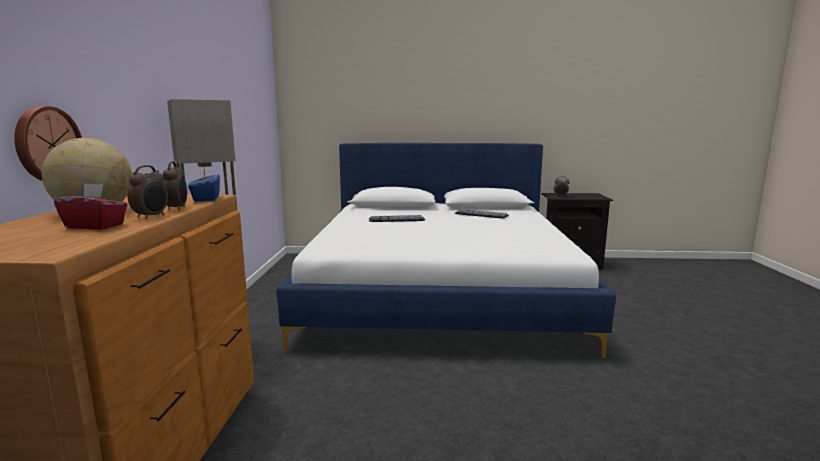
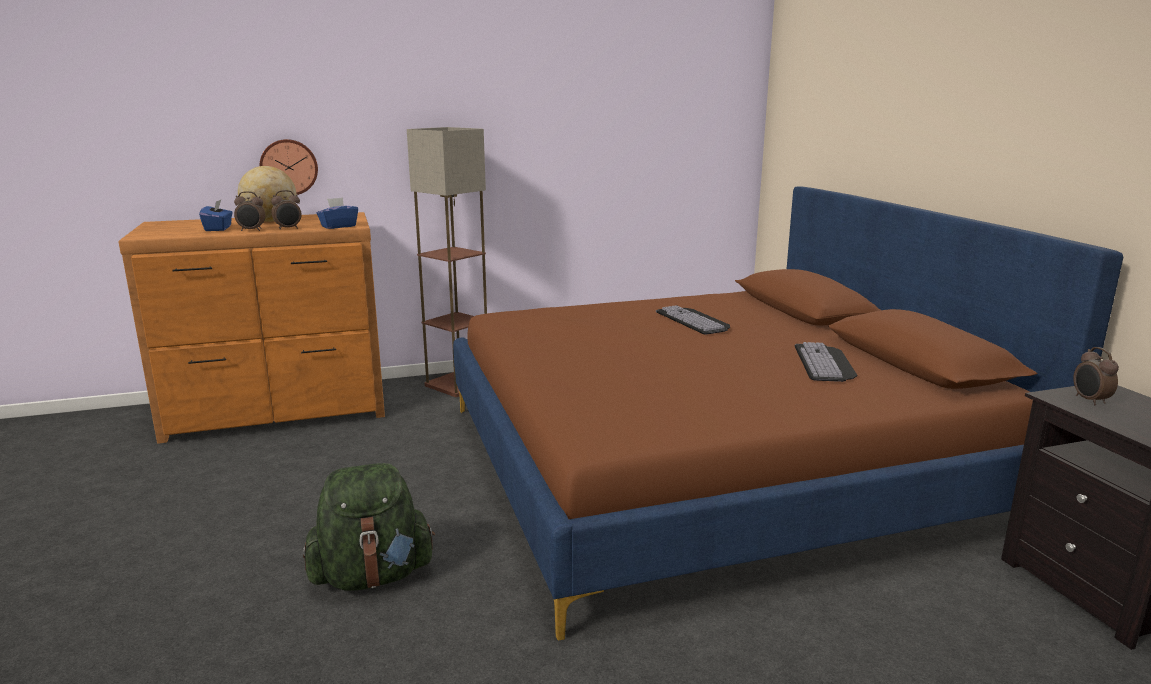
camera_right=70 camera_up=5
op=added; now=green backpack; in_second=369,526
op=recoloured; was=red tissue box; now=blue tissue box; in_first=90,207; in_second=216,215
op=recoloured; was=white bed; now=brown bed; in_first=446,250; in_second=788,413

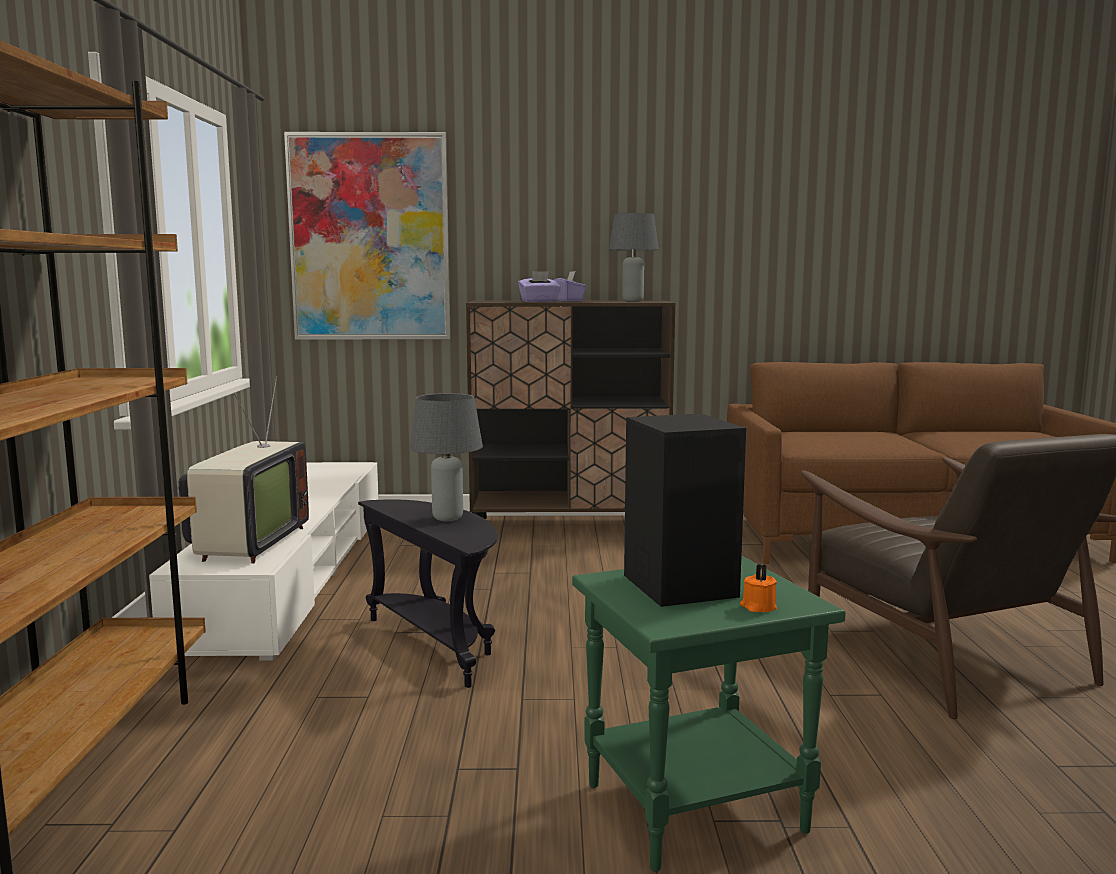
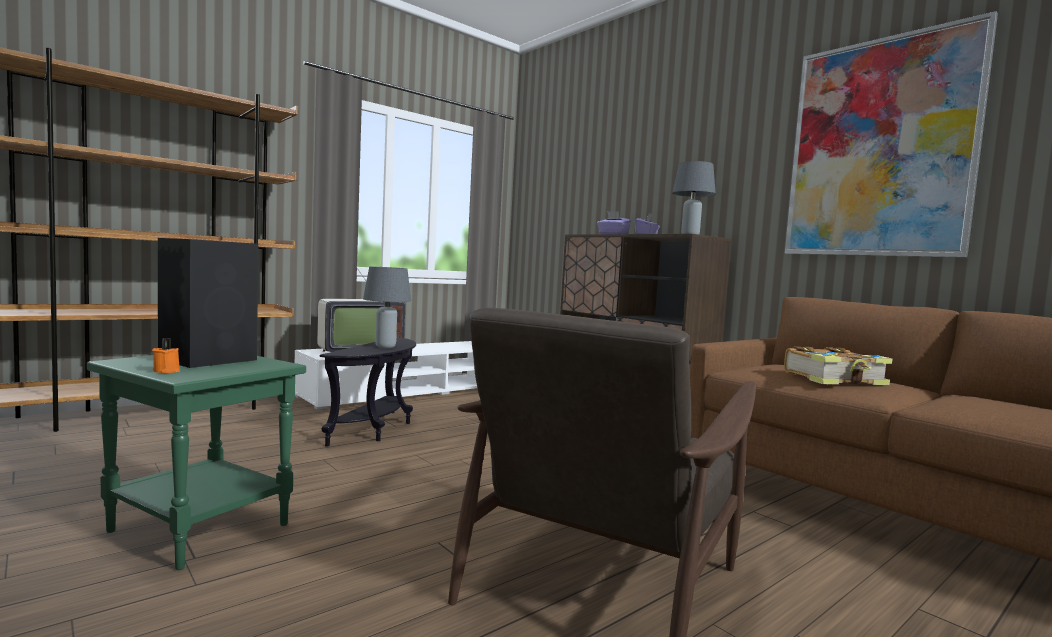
camera_right=50 camera_up=-5
op=added; now=book; in_second=838,365
op=moved; was=picture; in_first=367,236; in_second=891,134

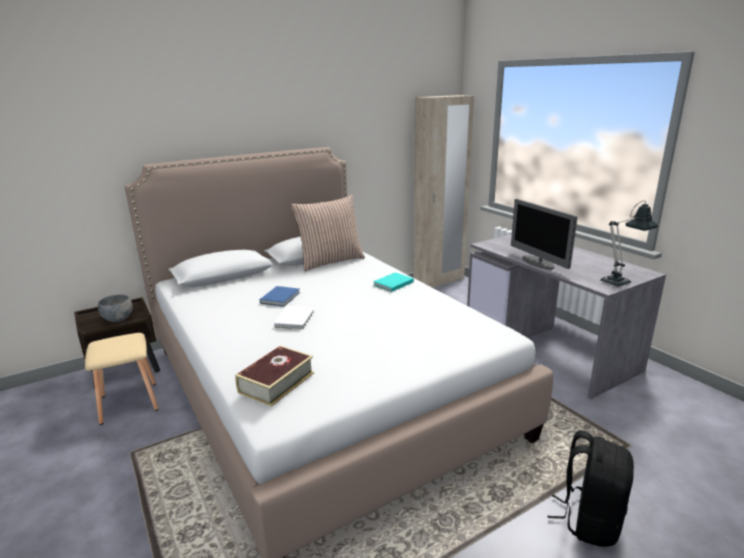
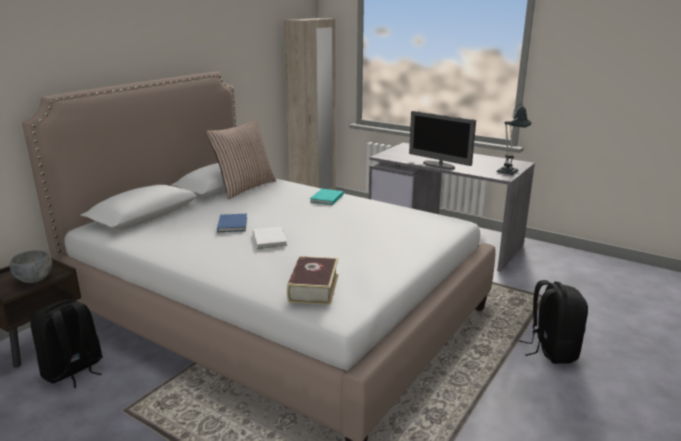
camera_right=-25 camera_up=0
op=replaced; was=beige stool; now=black backpack; in_first=122,379; in_second=66,343

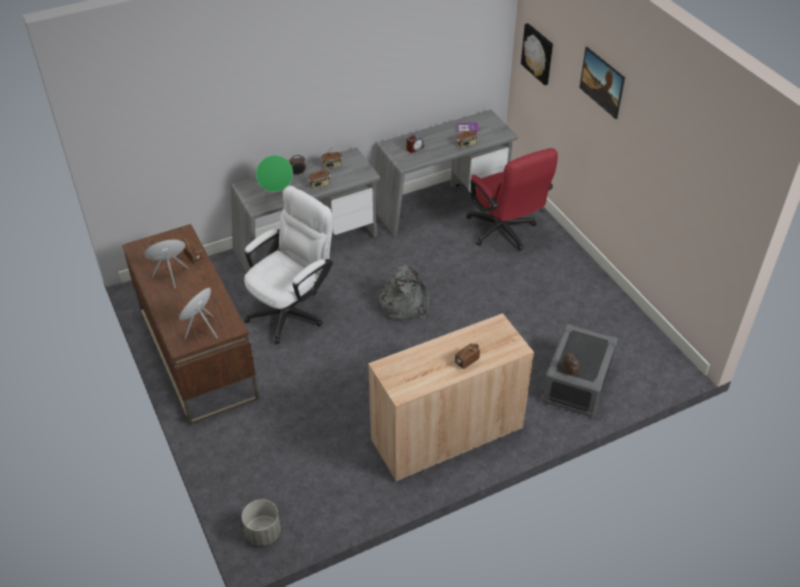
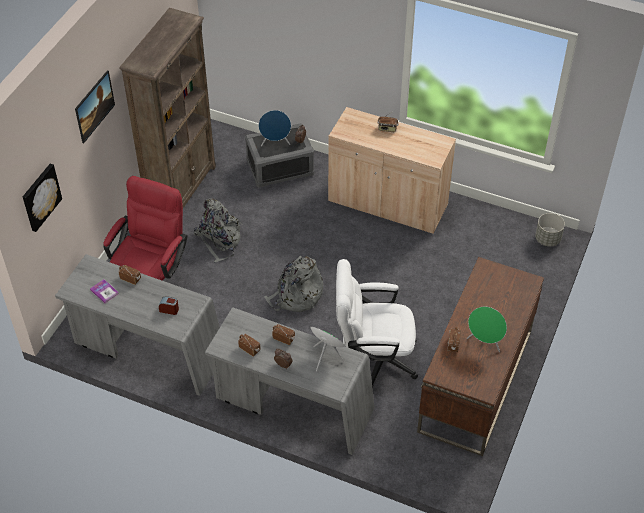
camera_right=-130 camera_up=5
op=added; now=brown bookcase; in_second=168,108
op=added; now=grey backpack; in_second=218,230
op=moved; was=blue speaker; in_first=198,313; in_second=275,128

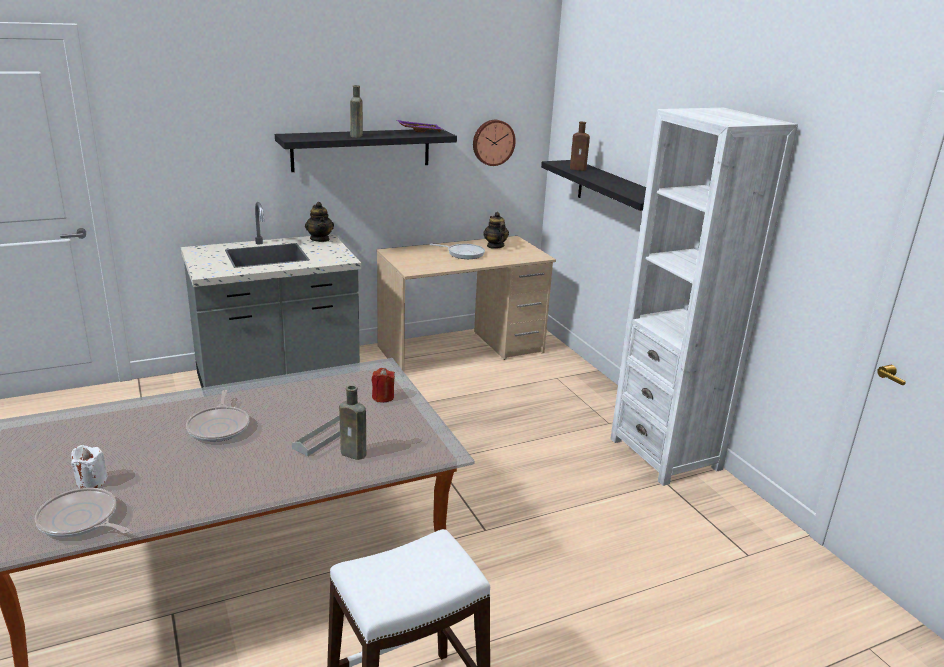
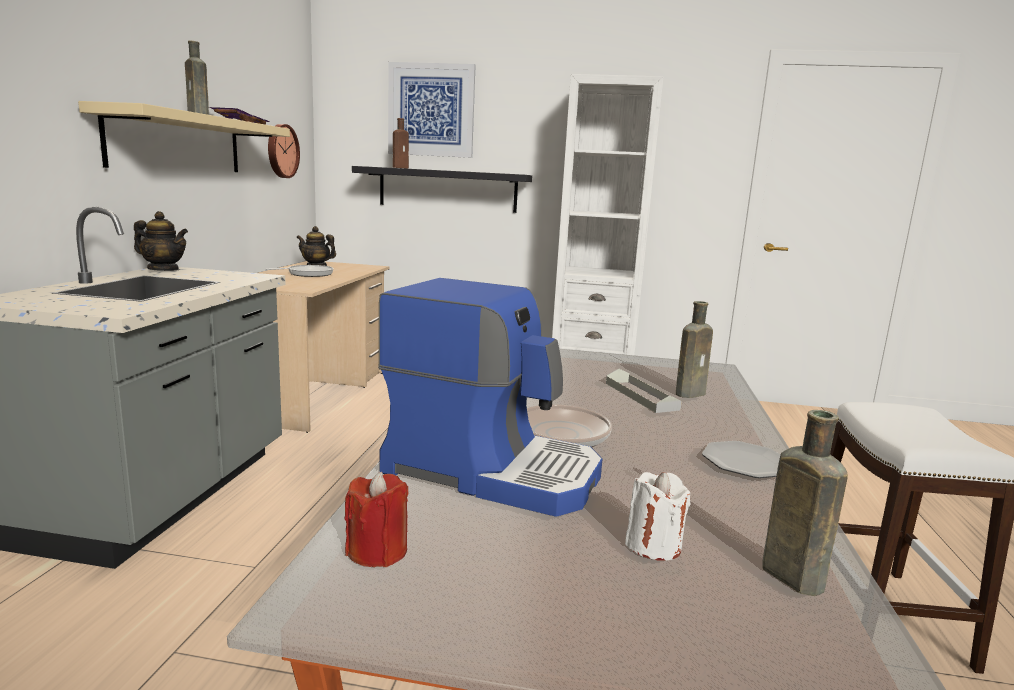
camera_right=-55 camera_up=-10
op=added; now=coffee machine; in_second=490,397
op=added; now=picture; in_second=432,110
op=added; now=plate; in_second=741,459
op=moved; was=red candle; in_first=383,385; in_second=376,519
op=replaced; was=frying pan; now=brown bottle; in_first=82,513; in_second=805,503
op=recoloured; was=black shelf; now=beige shelf; in_first=366,150; in_second=184,136

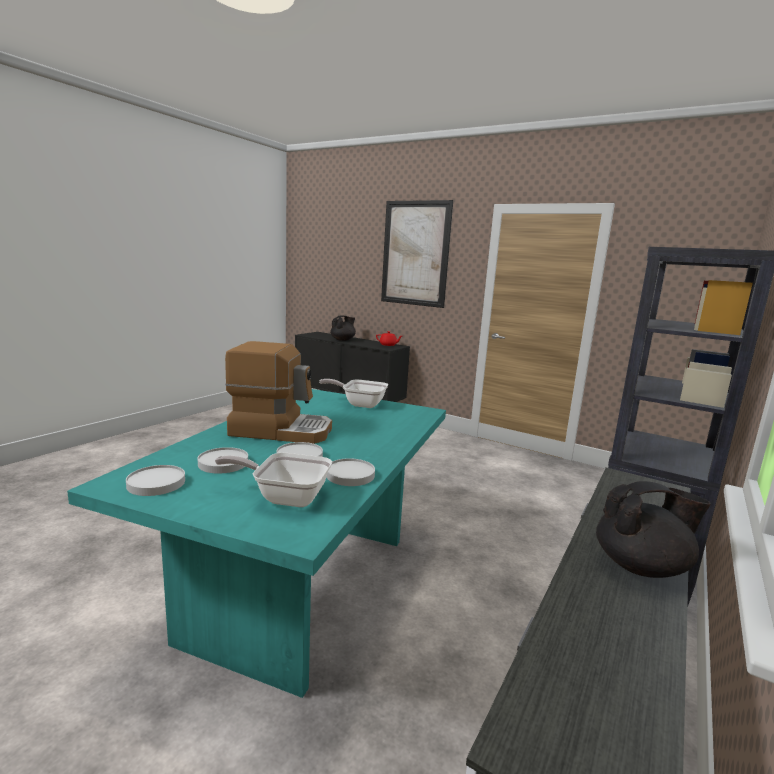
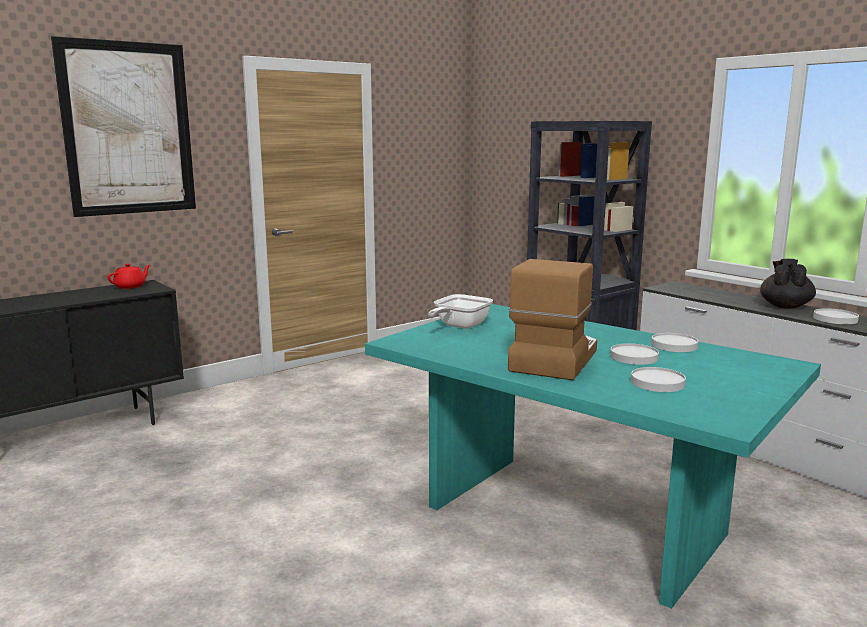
camera_right=-70 camera_up=0
op=removed; was=frying pan; in_first=273,479
op=removed; was=black teapot; in_first=343,328
op=moved; was=white plate; in_first=155,480; in_second=836,316

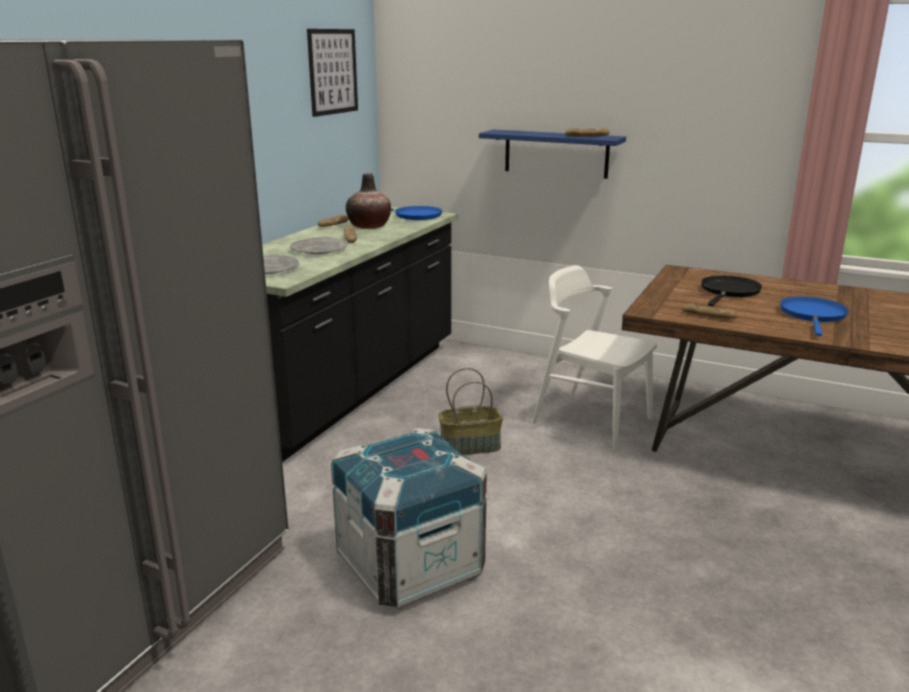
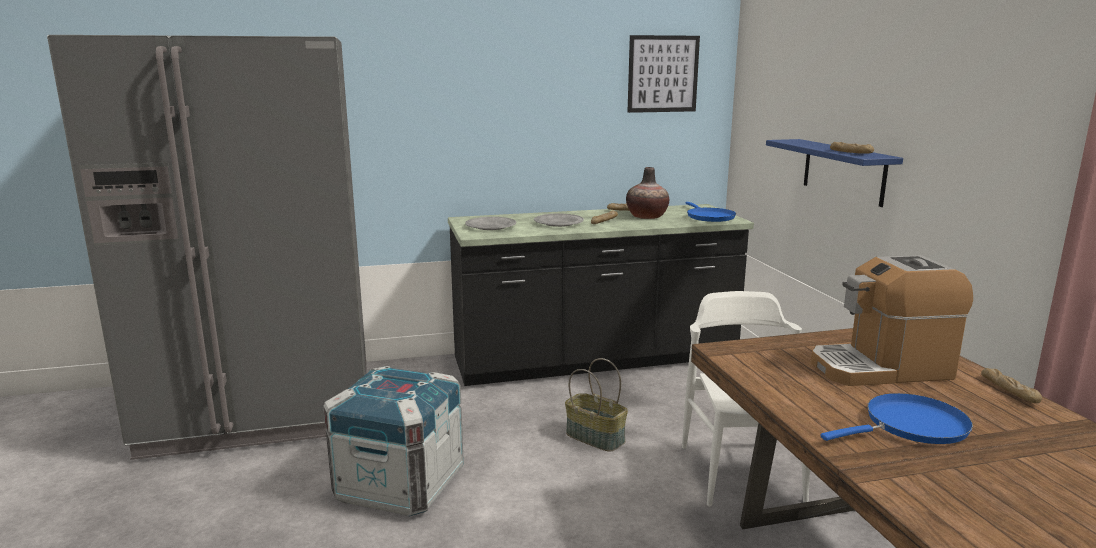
camera_right=50 camera_up=-5
op=moved; was=bread; in_first=710,311; in_second=1011,385
op=replaced; was=black frying pan; now=coffee machine; in_first=731,290; in_second=892,320

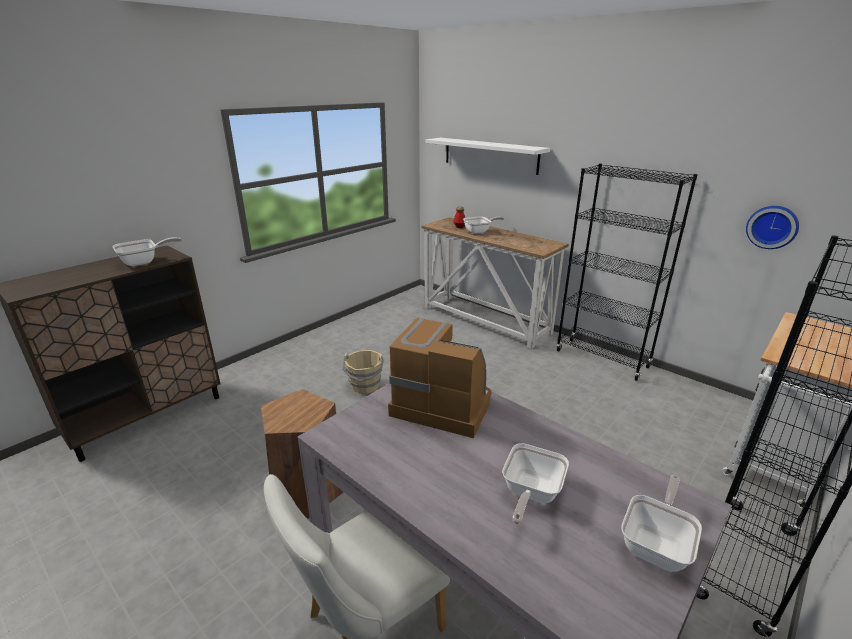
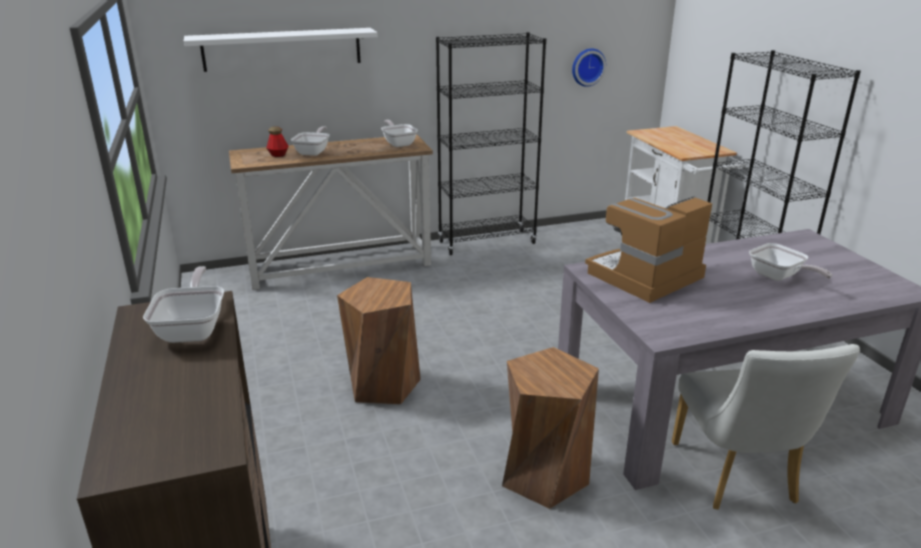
camera_right=-60 camera_up=0
op=moved; was=frying pan; in_first=661,524; in_second=399,133
op=replaced; was=beige bucket; now=brown stool; in_first=363,372; in_second=379,341

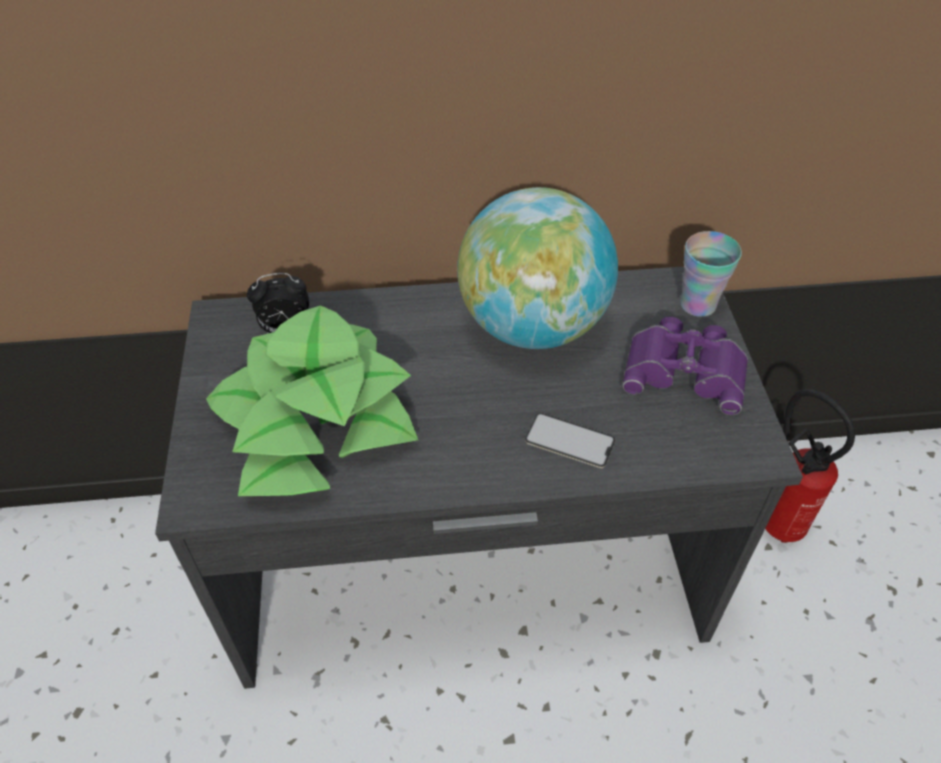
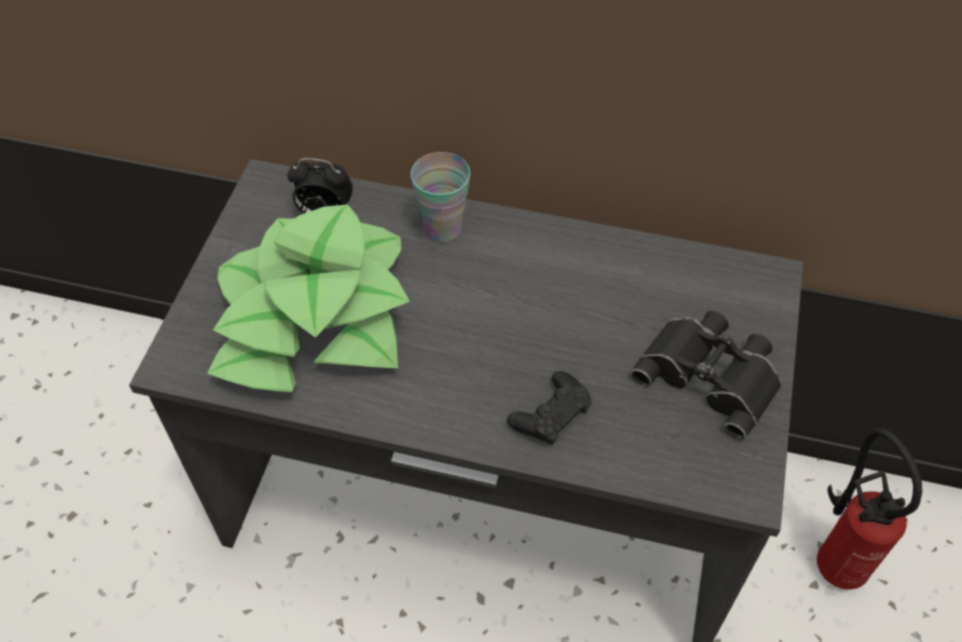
camera_right=20 camera_up=5
op=removed; was=globe; in_first=537,268
op=moved; was=cup; in_first=711,274; in_second=440,197
op=replaced; was=phone; now=black game controller; in_first=570,440; in_second=549,408
op=recoloured; was=purple binoculars; now=black binoculars; in_first=685,366; in_second=706,375

